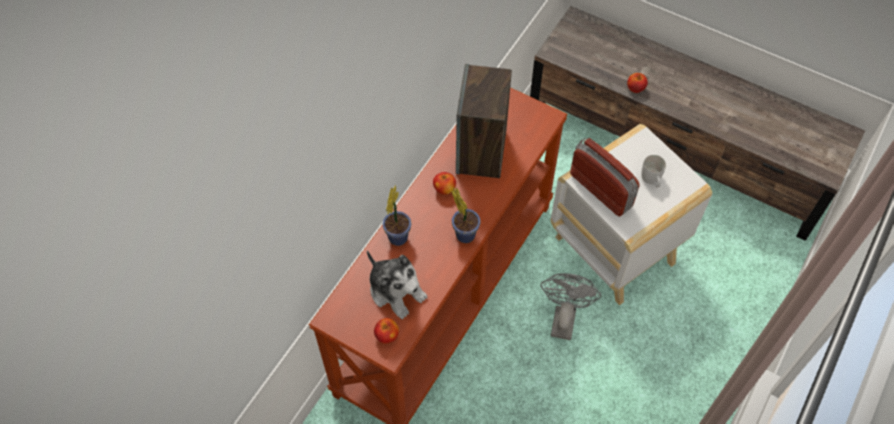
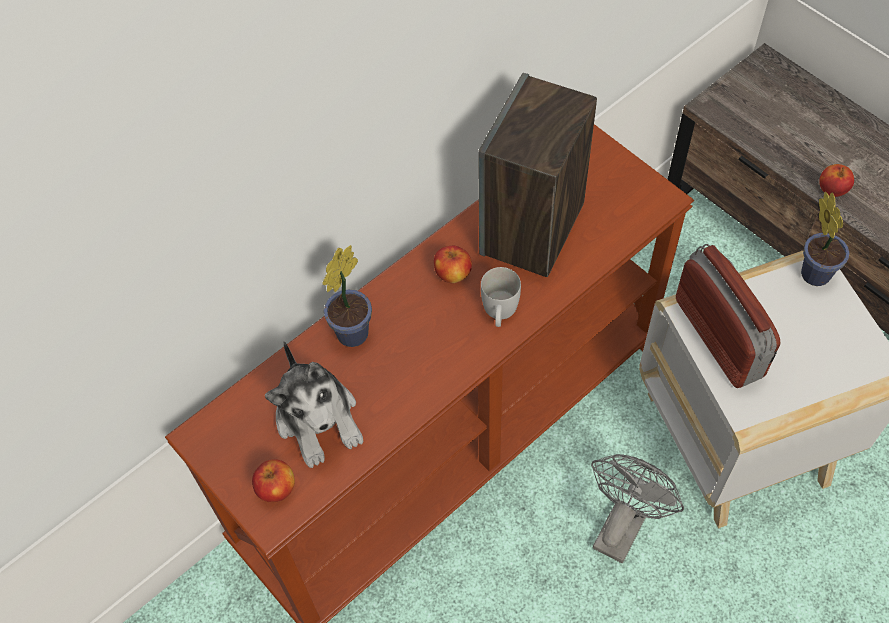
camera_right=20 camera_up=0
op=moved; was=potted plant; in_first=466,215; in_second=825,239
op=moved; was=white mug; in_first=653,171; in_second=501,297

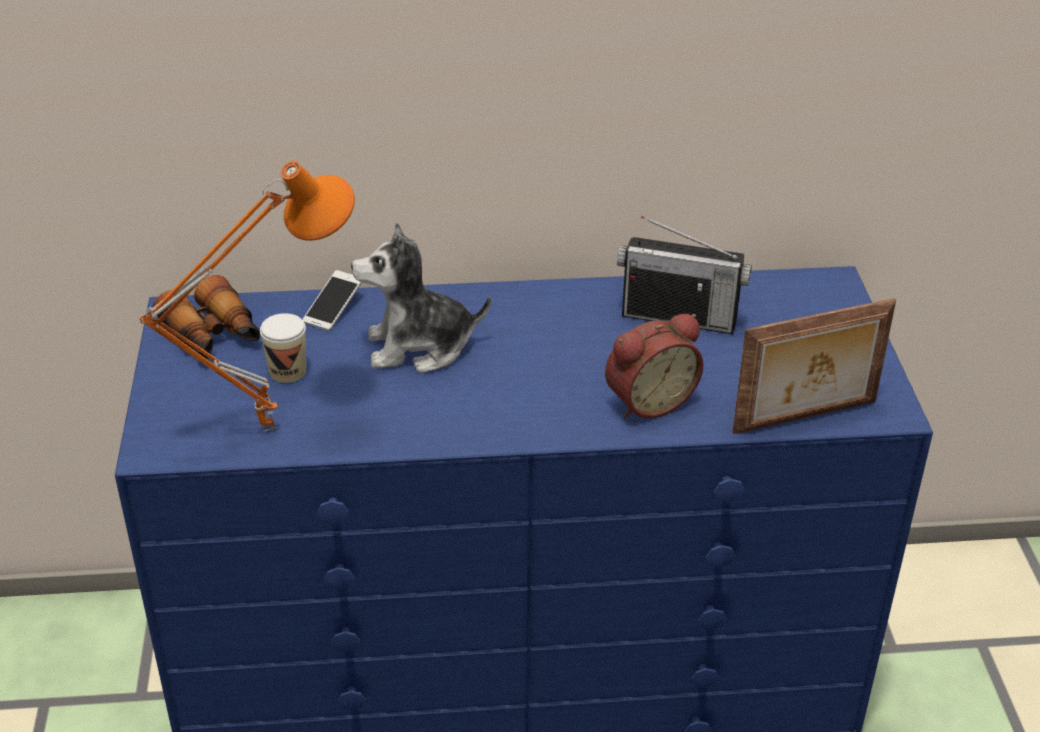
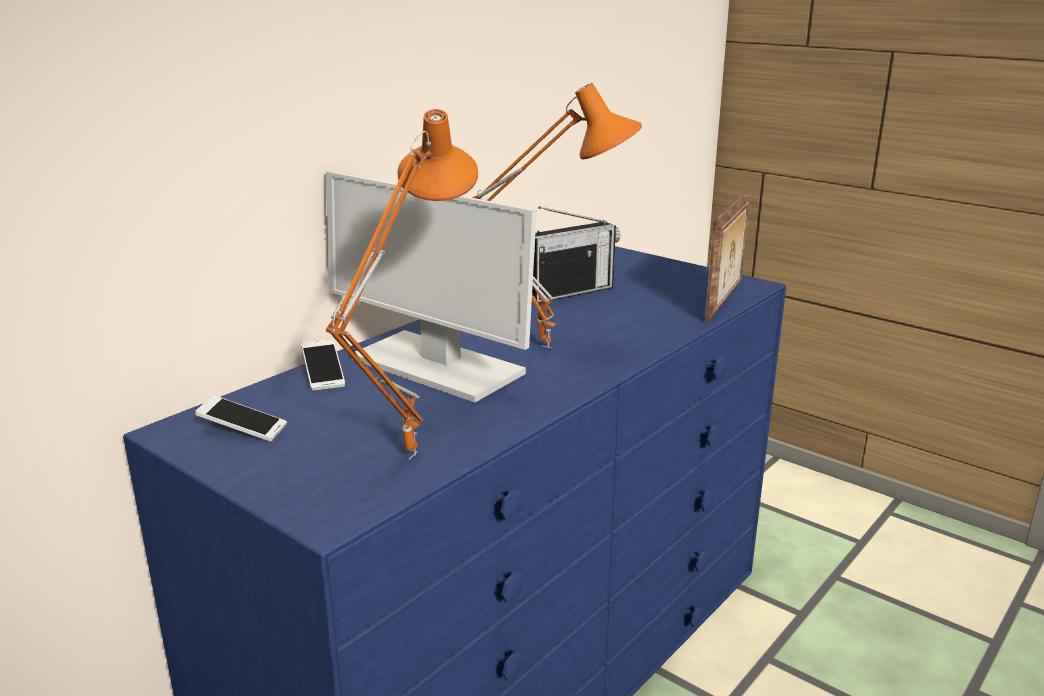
camera_right=-45 camera_up=-15
op=removed; was=cup; in_first=283,348
op=removed; was=alarm clock; in_first=654,366
op=added; now=orange table lamp; in_second=557,216
op=replaced; was=binoculars; now=phone; in_first=206,317; in_second=241,418
op=replaced; was=plush toy; now=monitor; in_first=421,297; in_second=431,287

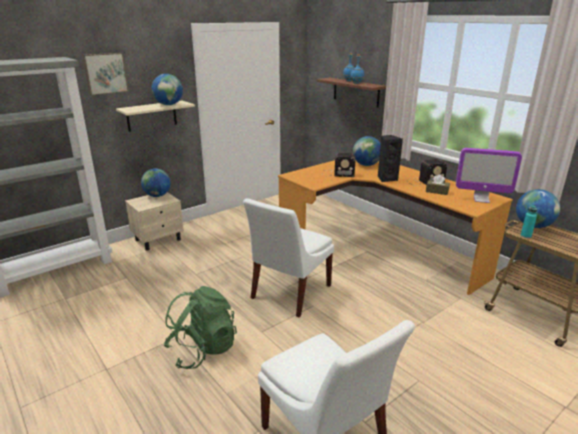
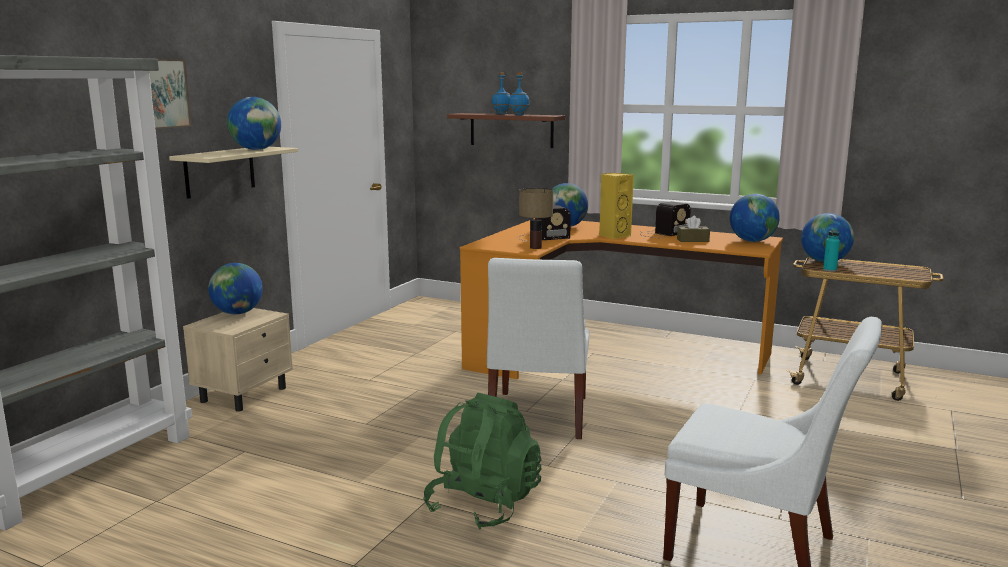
camera_right=-25 camera_up=-10
op=added; now=table lamp; in_second=536,218
op=replaced; was=monitor; now=globe; in_first=489,175; in_second=755,218
op=recoloured; was=black speaker; now=yellow speaker; in_first=390,158; in_second=616,206

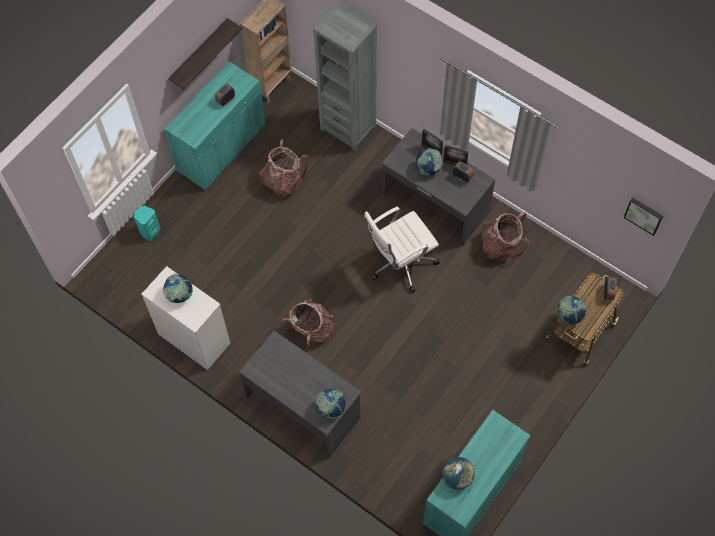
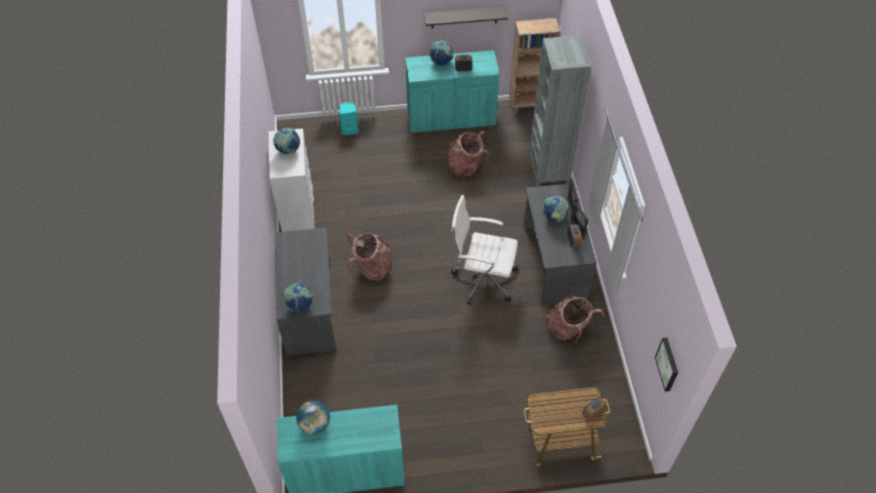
camera_right=45 camera_up=-10
op=moved; was=globe; in_first=572,310; in_second=441,53

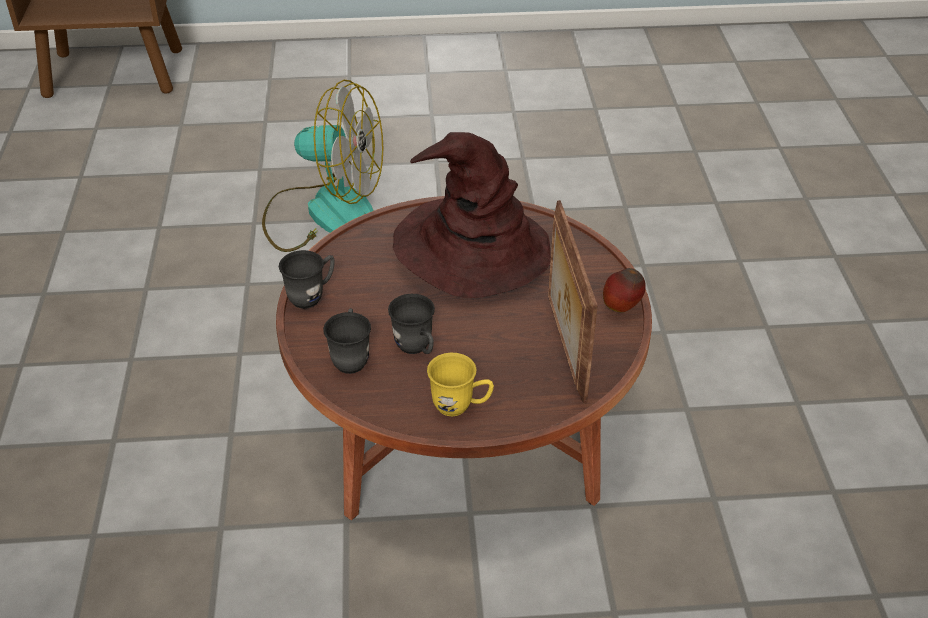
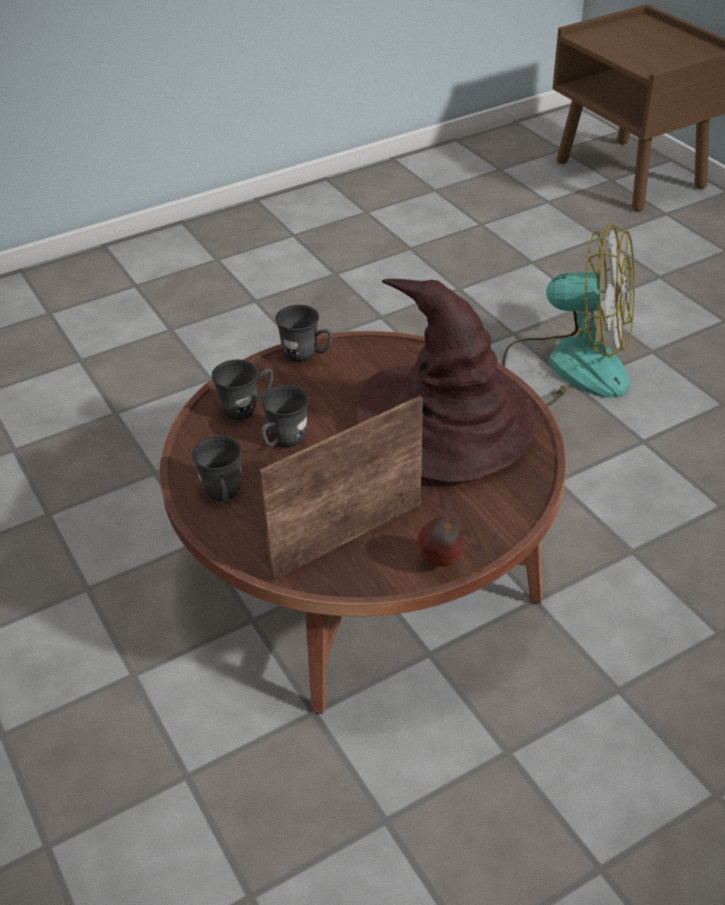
camera_right=65 camera_up=0
op=recoloured; was=yellow mug; now=grey mug; in_first=460,384; in_second=217,470
op=turned; was=fan; in_first=322,166; in_second=568,314; clockwise=-60

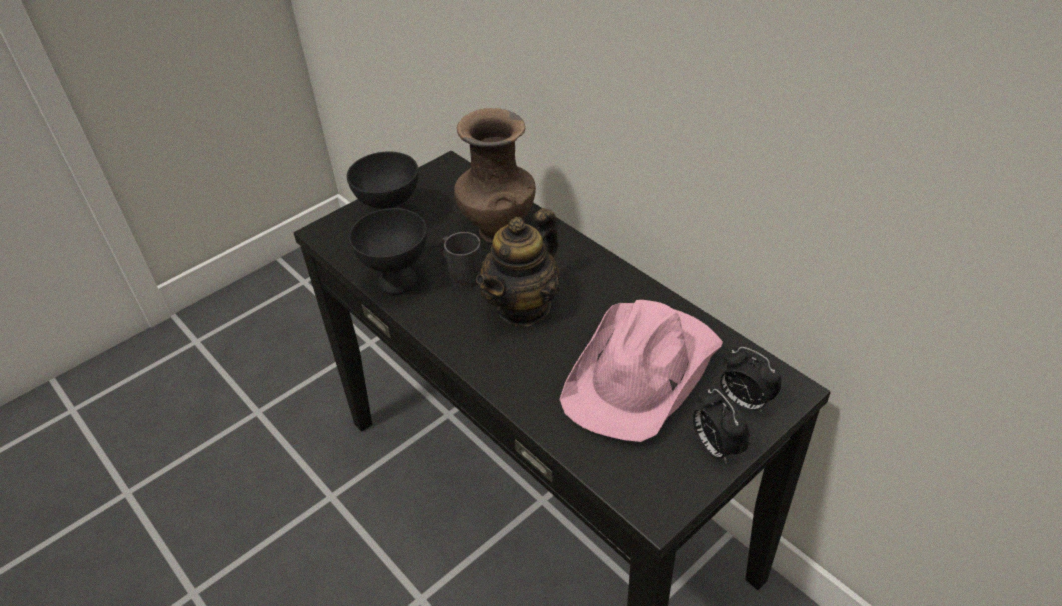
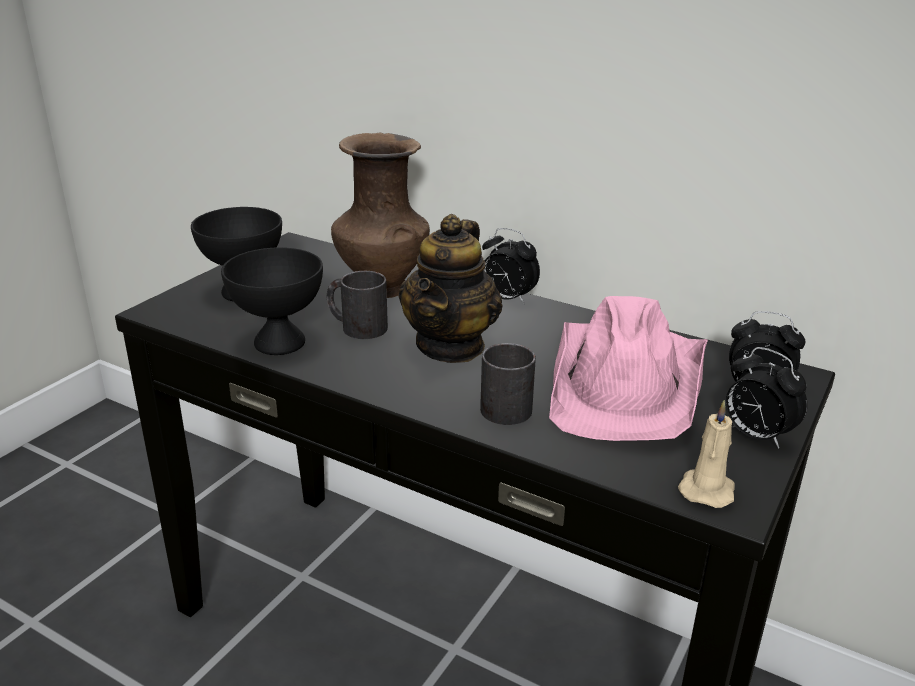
camera_right=-20 camera_up=-15
op=added; now=black mug; in_second=508,384
op=added; now=alarm clock; in_second=511,266
op=added; now=beige candle; in_second=706,454

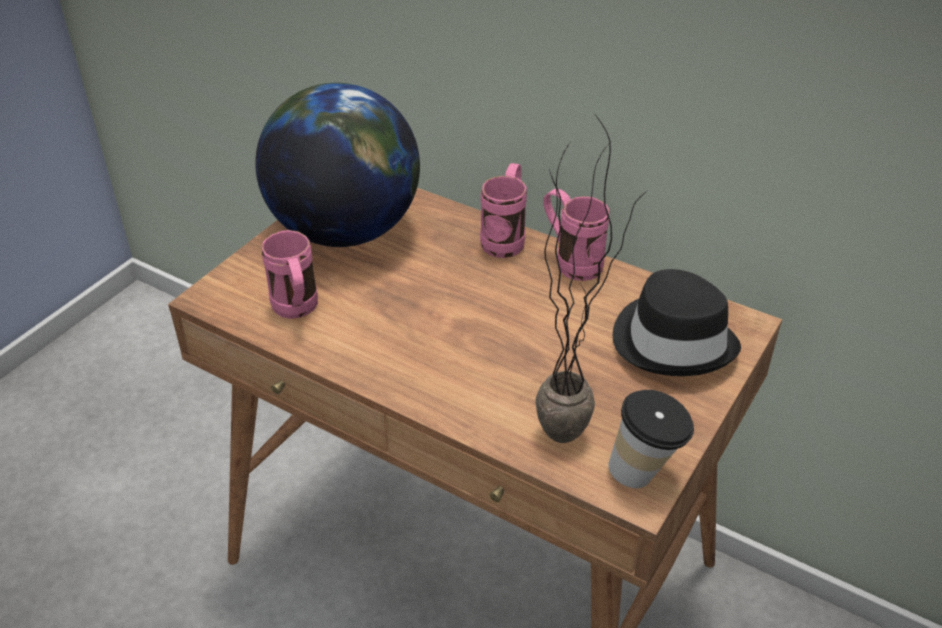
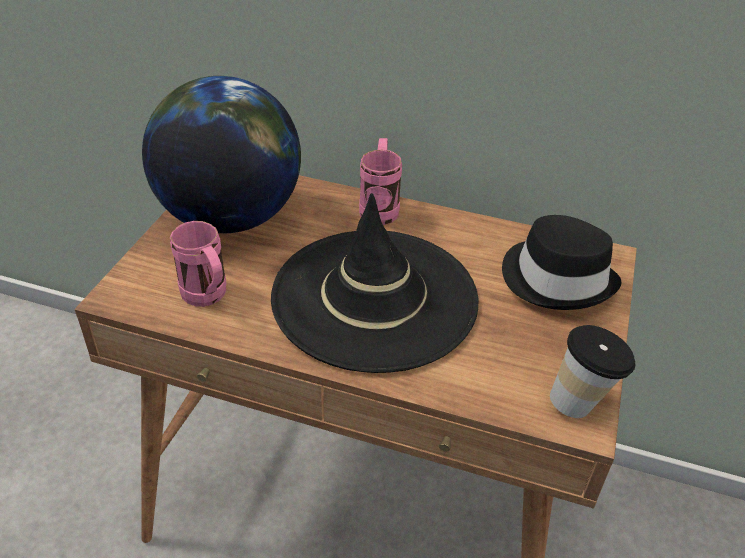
camera_right=-15 camera_up=0
op=removed; was=potted plant; in_first=592,279
op=removed; was=pink mug; in_first=576,235
op=added; now=black hat; in_second=374,283

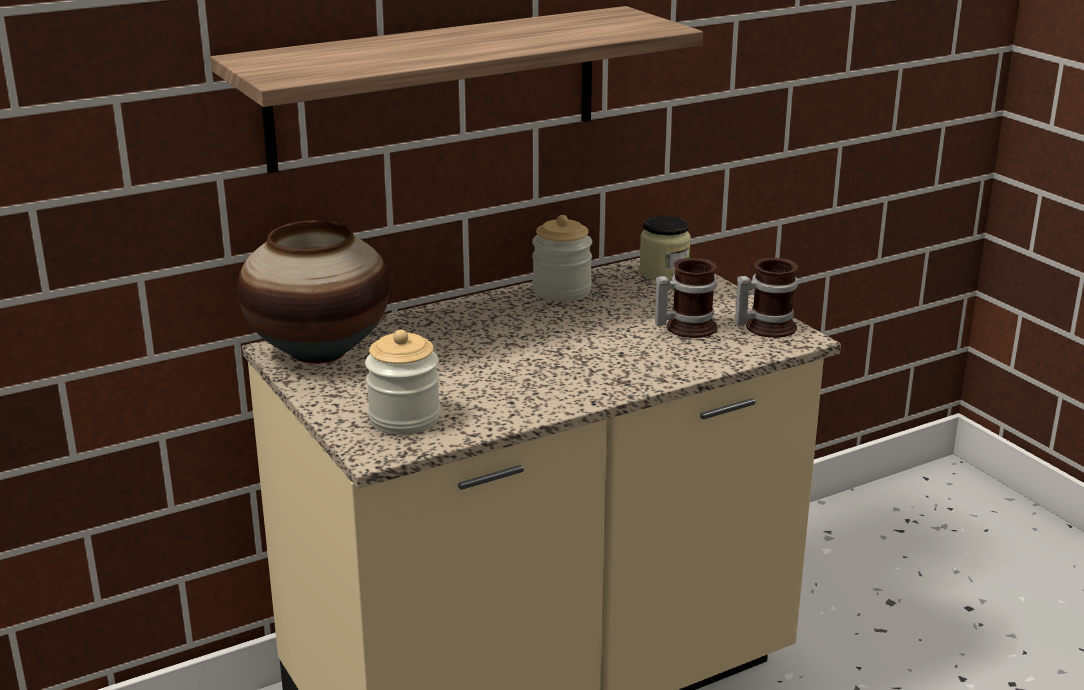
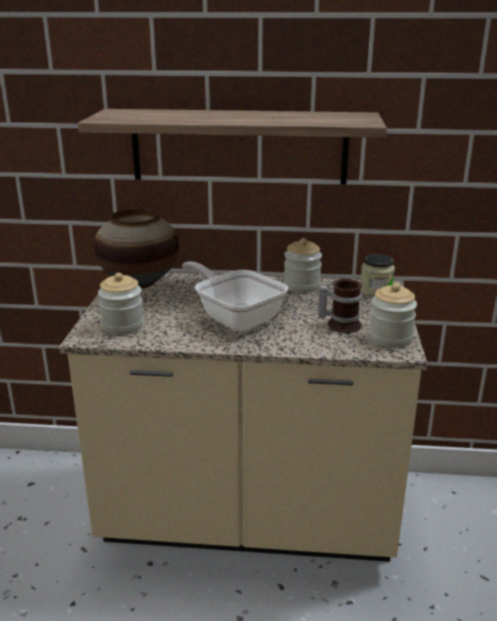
camera_right=35 camera_up=0
op=added; now=frying pan; in_second=235,297
op=replaced; was=mug; now=jar; in_first=766,298; in_second=393,315

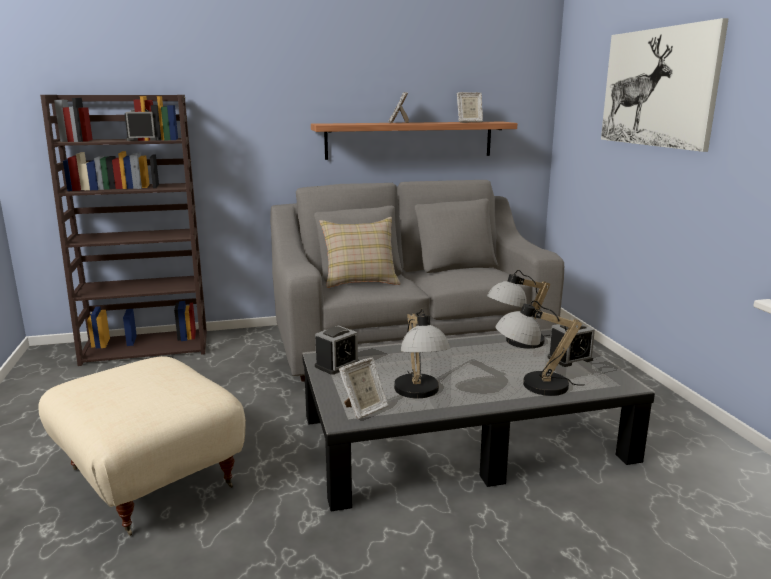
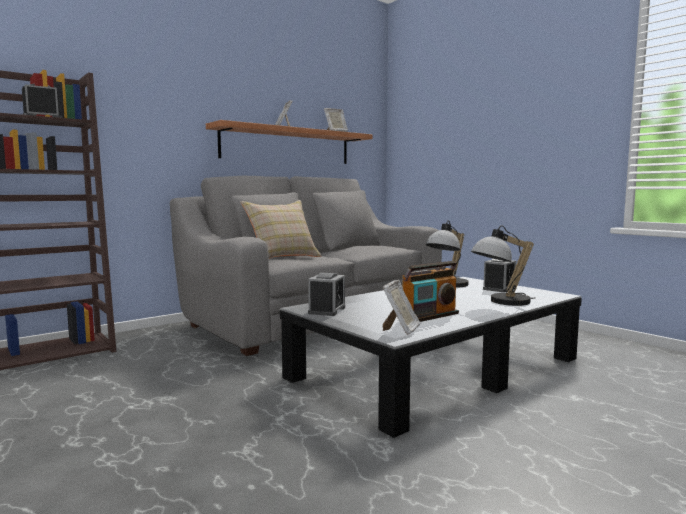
camera_right=-25 camera_up=-10
op=removed; was=beige ottoman; in_first=142,446
op=removed; was=picture; in_first=665,85
op=replaced; was=table lamp; now=radio; in_first=422,353; in_second=430,291

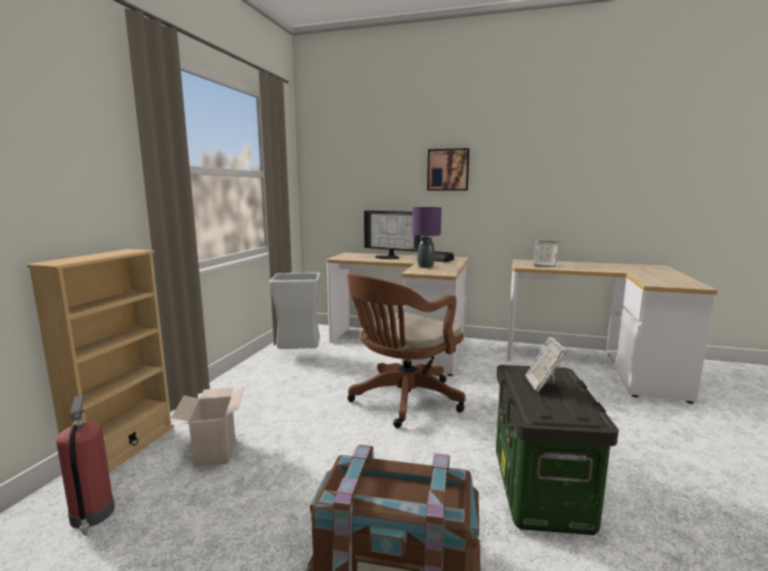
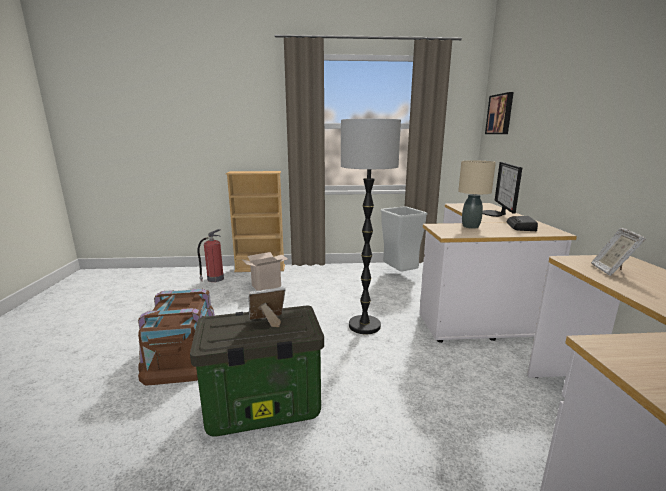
camera_right=70 camera_up=5
op=moved; was=picture; in_first=448,169; in_second=499,113
op=replaced; was=brown office chair; now=floor lamp; in_first=406,351; in_second=371,226
op=recoloured; was=purple table lamp; now=beige table lamp; in_first=427,237; in_second=477,194

